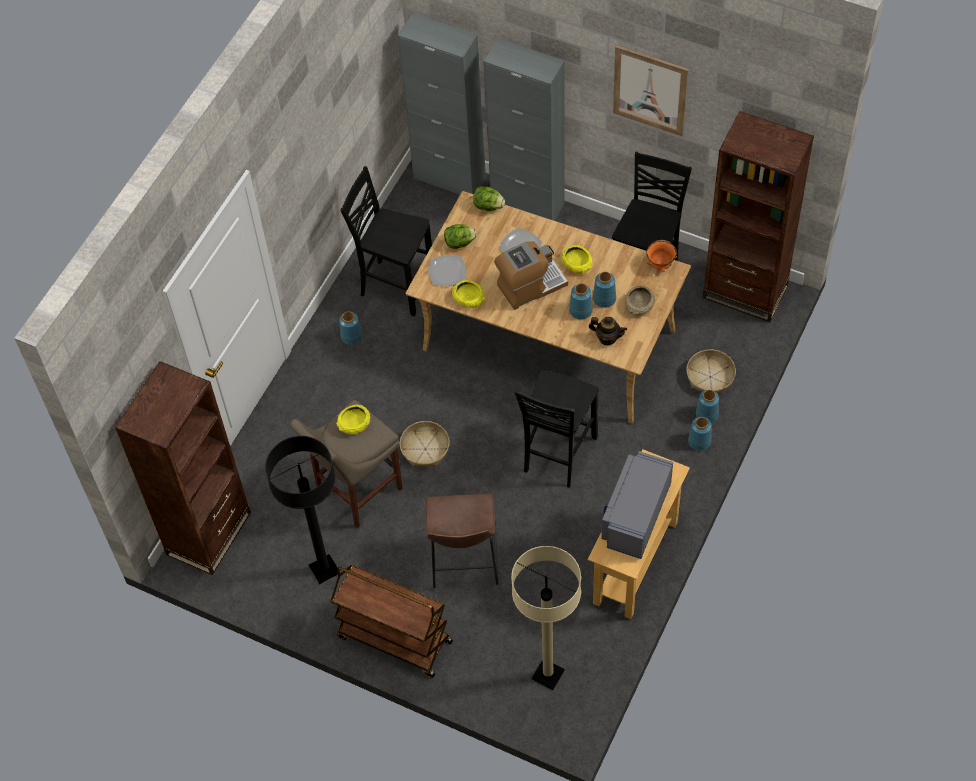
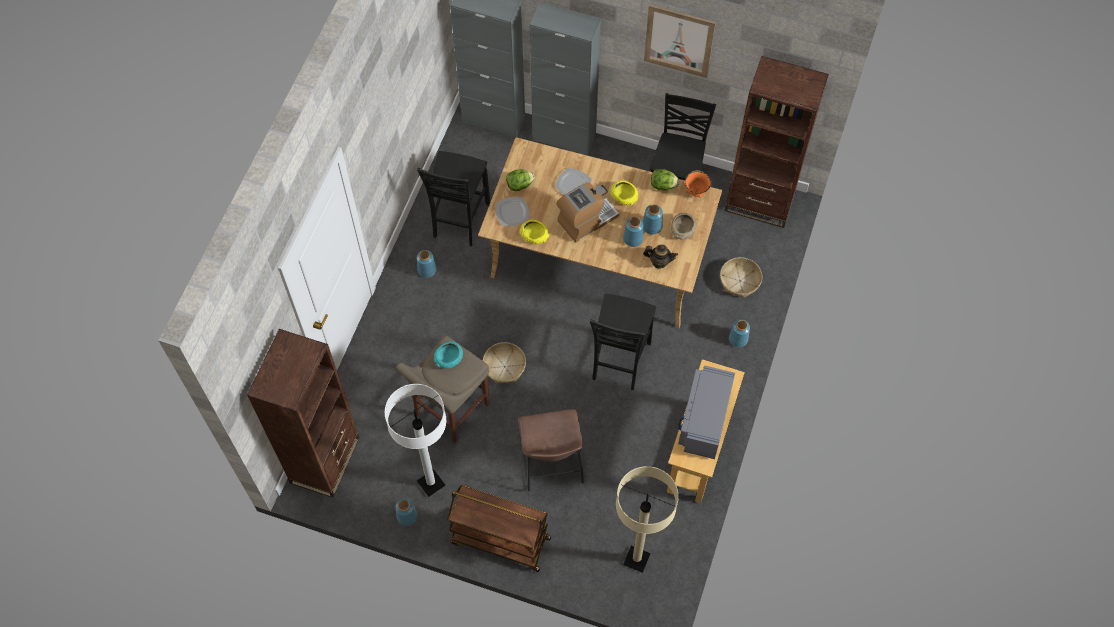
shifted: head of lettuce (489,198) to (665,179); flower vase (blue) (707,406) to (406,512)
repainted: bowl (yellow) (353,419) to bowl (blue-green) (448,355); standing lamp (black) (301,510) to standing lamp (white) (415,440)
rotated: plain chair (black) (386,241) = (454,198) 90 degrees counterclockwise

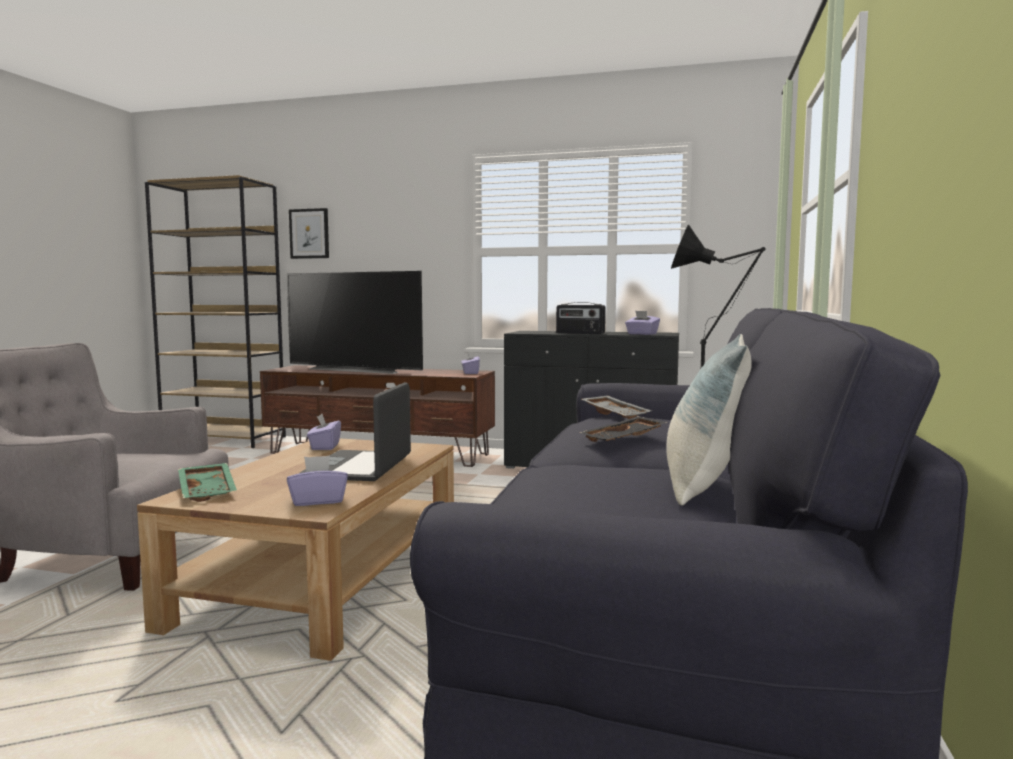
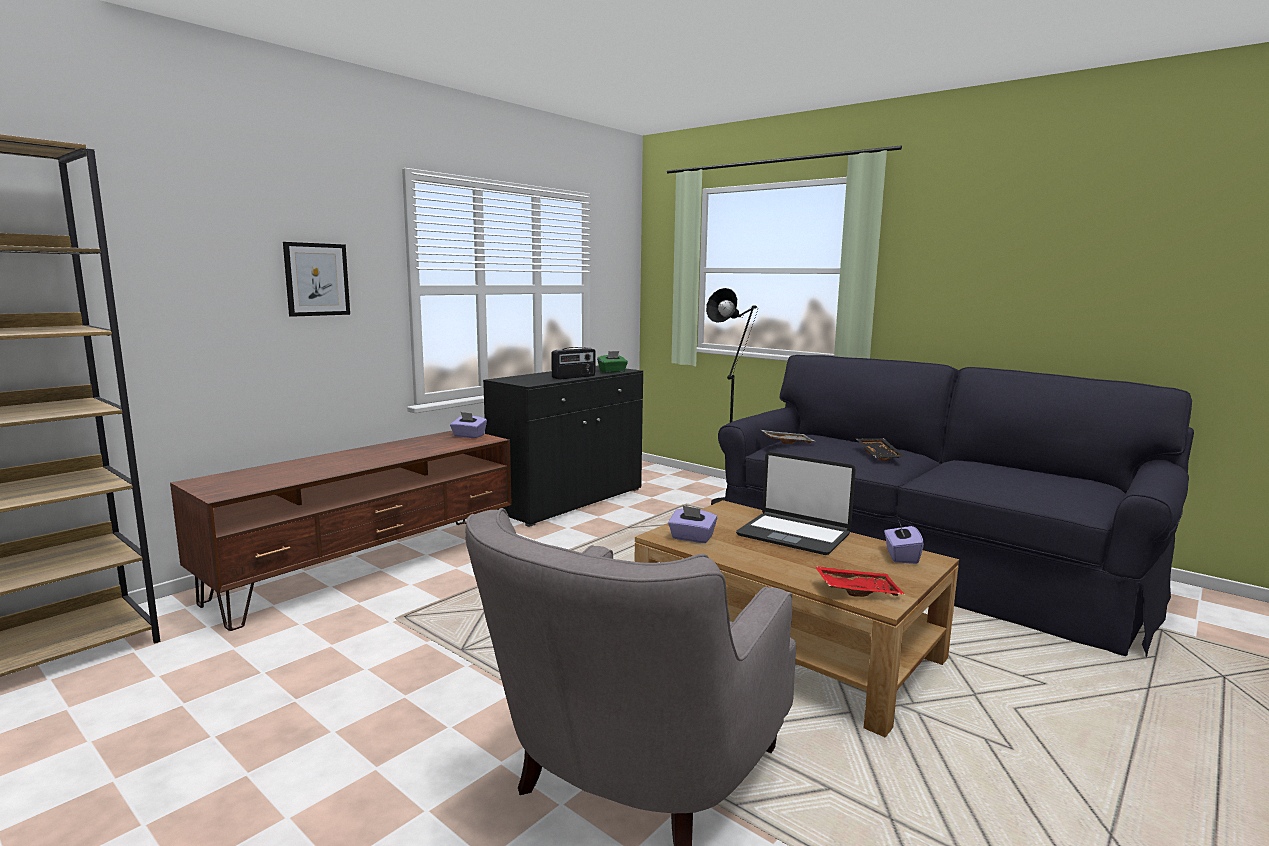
gone: TV set (355,322); pillow (709,420)
shifted: picture (309,233) to (316,279)
repainted: tissue box (purple) (642,323) to tissue box (green-coloured) (612,362); tray (green-coloured) (207,482) to tray (red) (860,581)

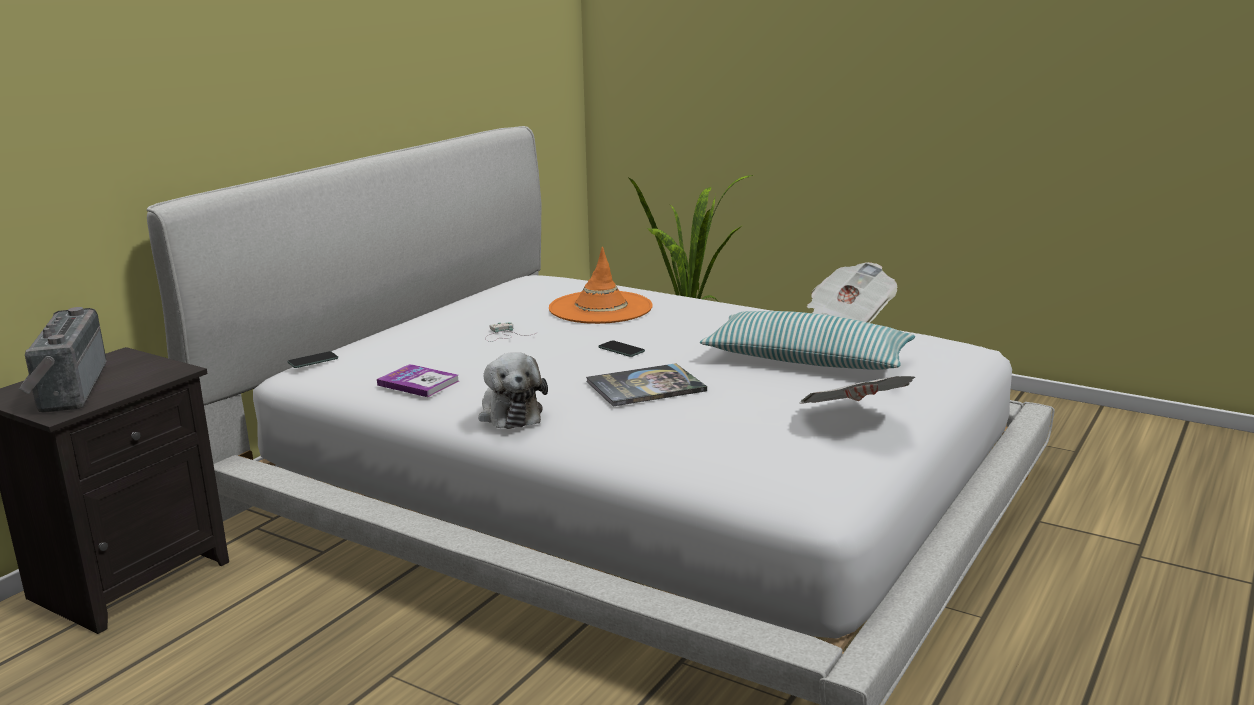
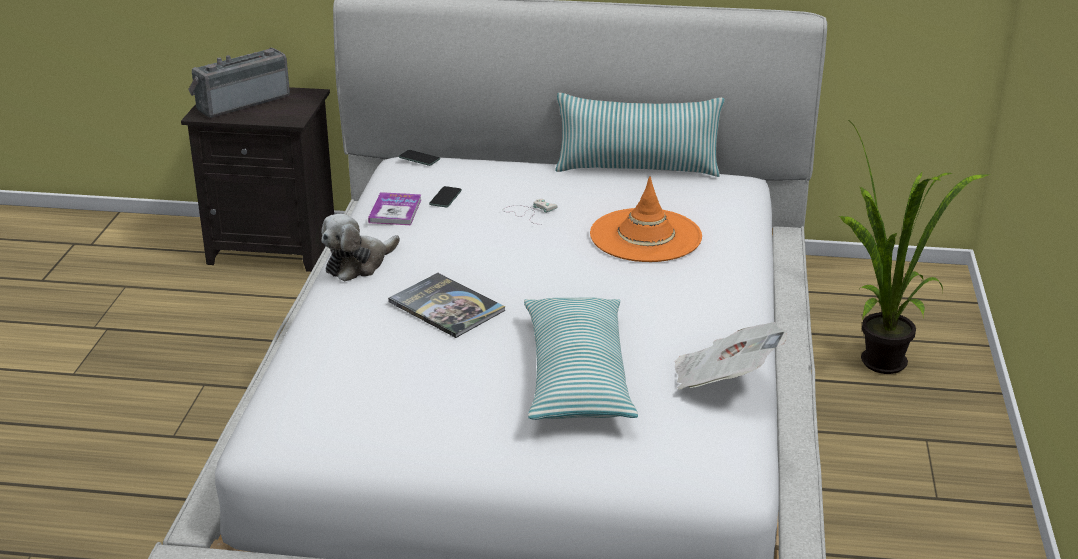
gone: daily paper (858,390)
new: pillow (640,135)
shifted: telephone (621,348) to (445,196)

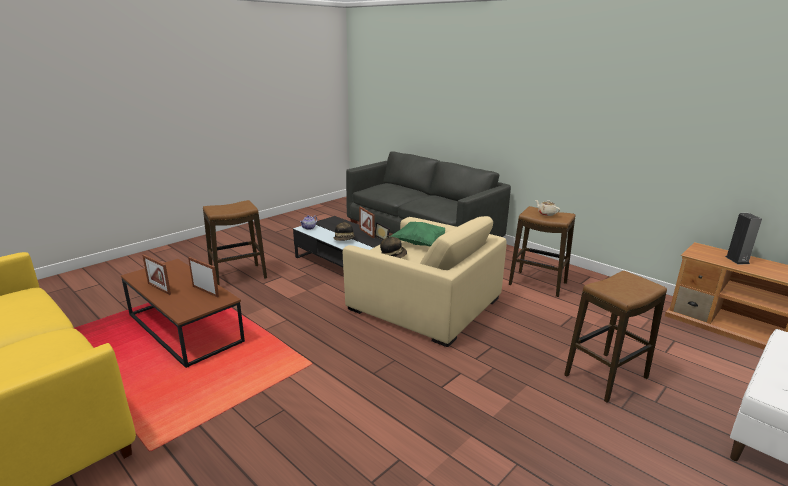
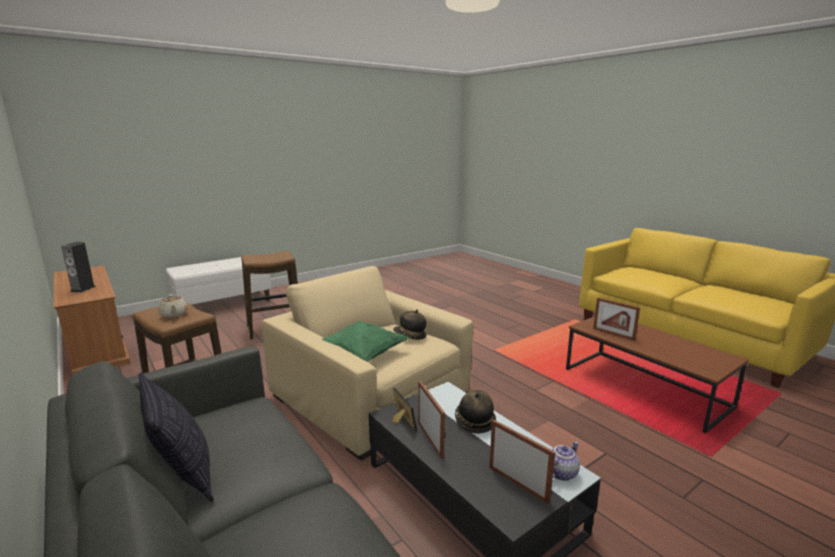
gone: stool seat (235,243)
new: pillow (176,437)
shifted: picture frame (156,274) to (522,462)

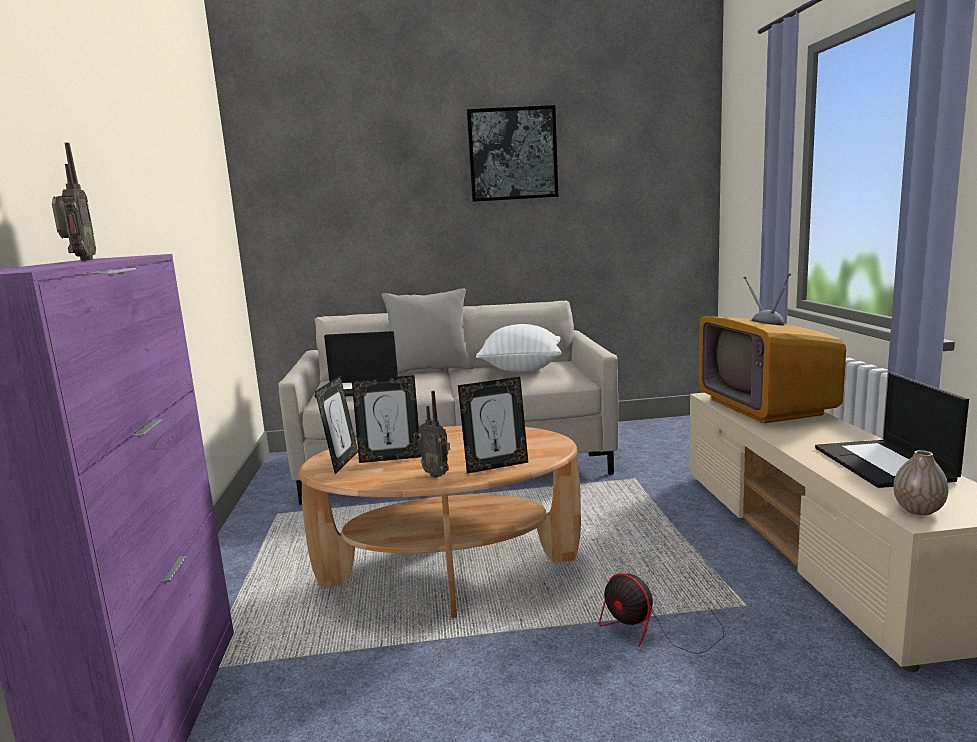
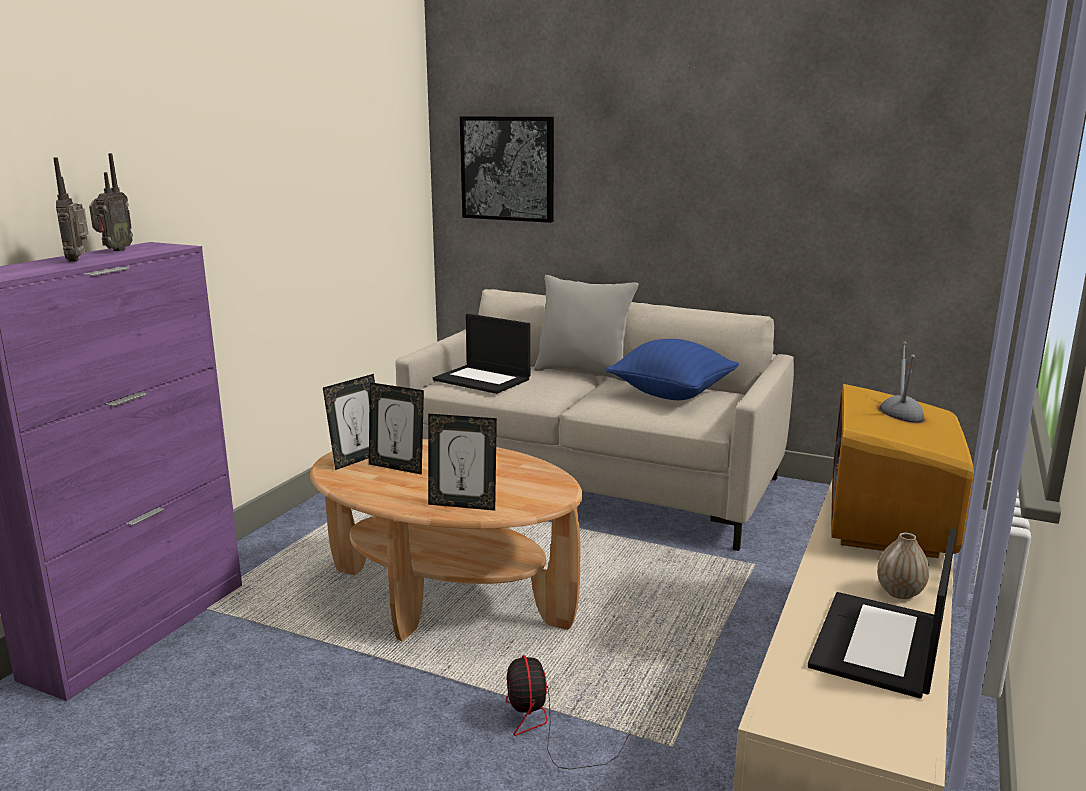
shifted: picture (512,153) to (507,169); radio receiver (433,434) to (70,209); flower vase (921,482) to (903,566)
repainted: pillow (white) (519,348) to pillow (blue) (672,369)

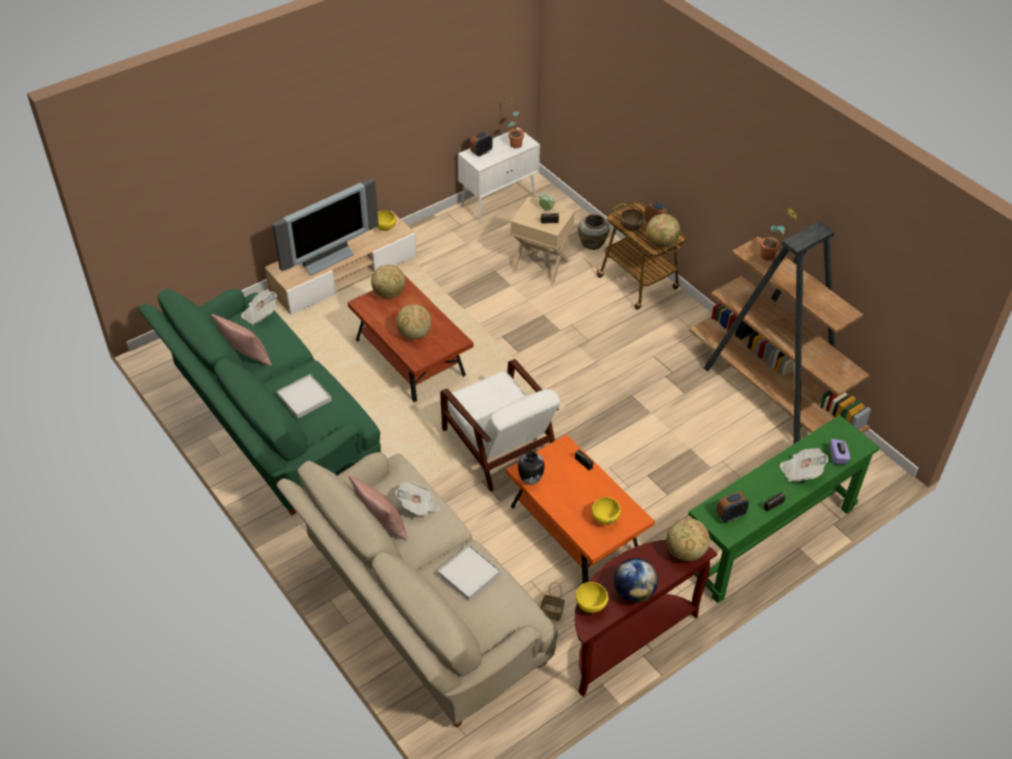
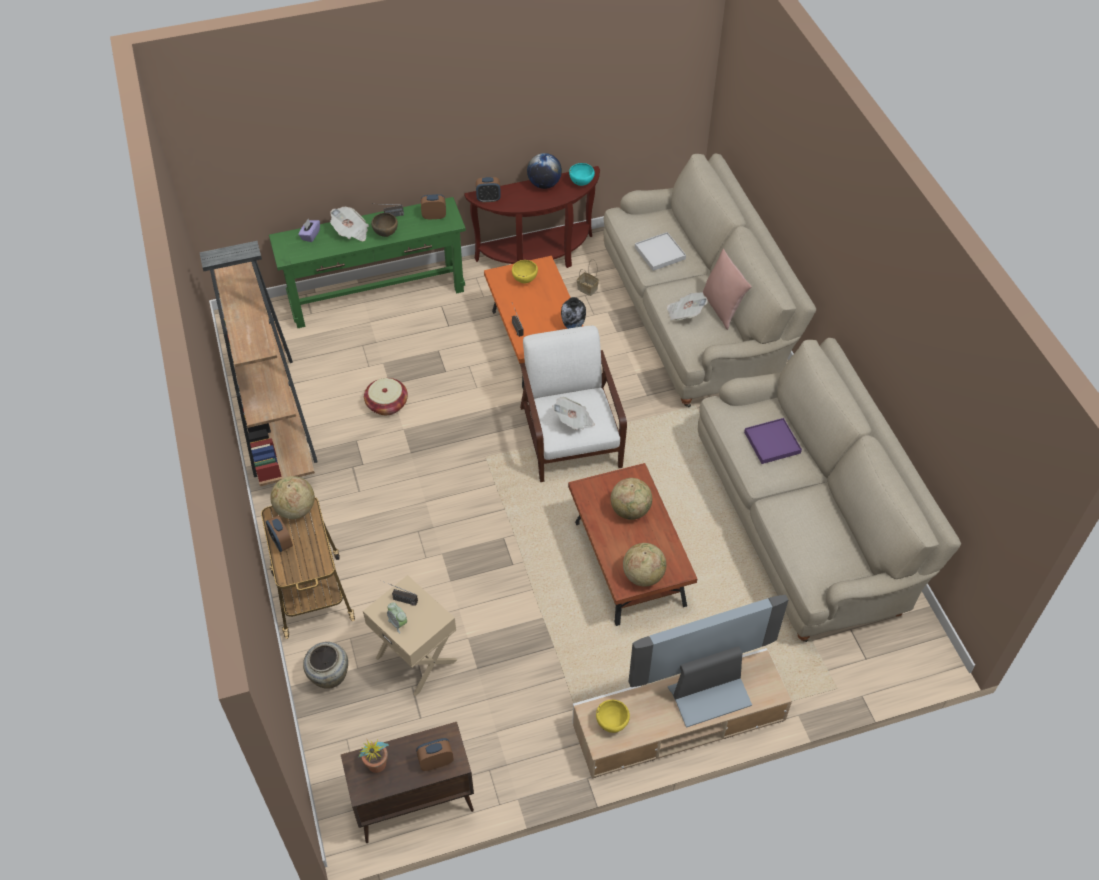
gone: plant in a pot (778,234); pillow (pink) (241,340)
new: household basket (386,396)
shifted: bowl (brown-coloured) (632,220) to (384,225); daily paper (259,307) to (573,413)
swapped: desk globe (688,539) to alarm clock (488,190)
repainted: cupboard (white) (499,174) to cupboard (brown-coloured) (407,782); sofa (green-coloured) (260,402) to sofa (beige) (829,490); tray (white) (304,396) to tray (purple) (773,441); bowl (yellow) (592,597) to bowl (blue-green) (582,174)

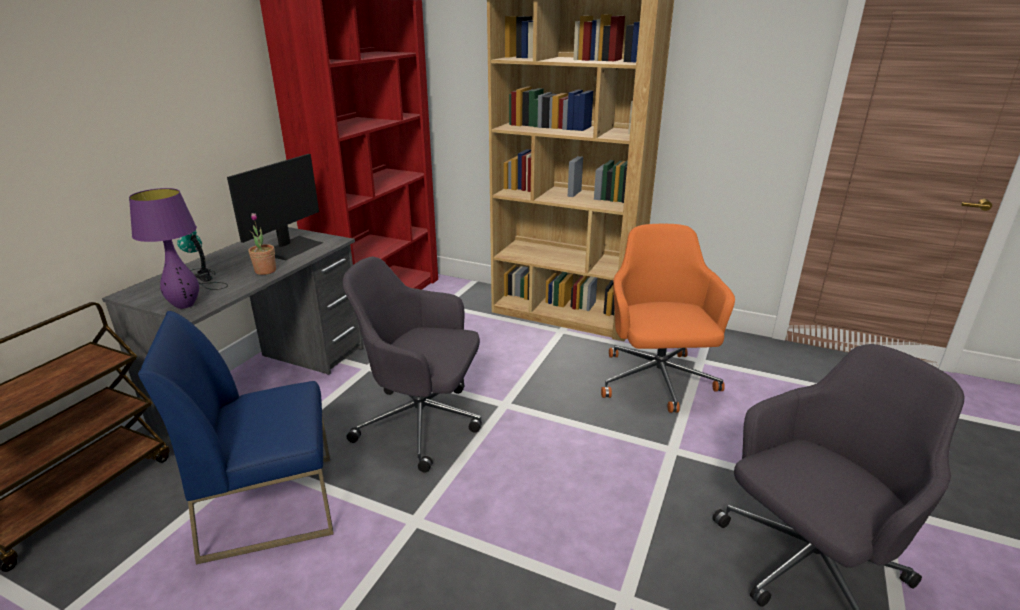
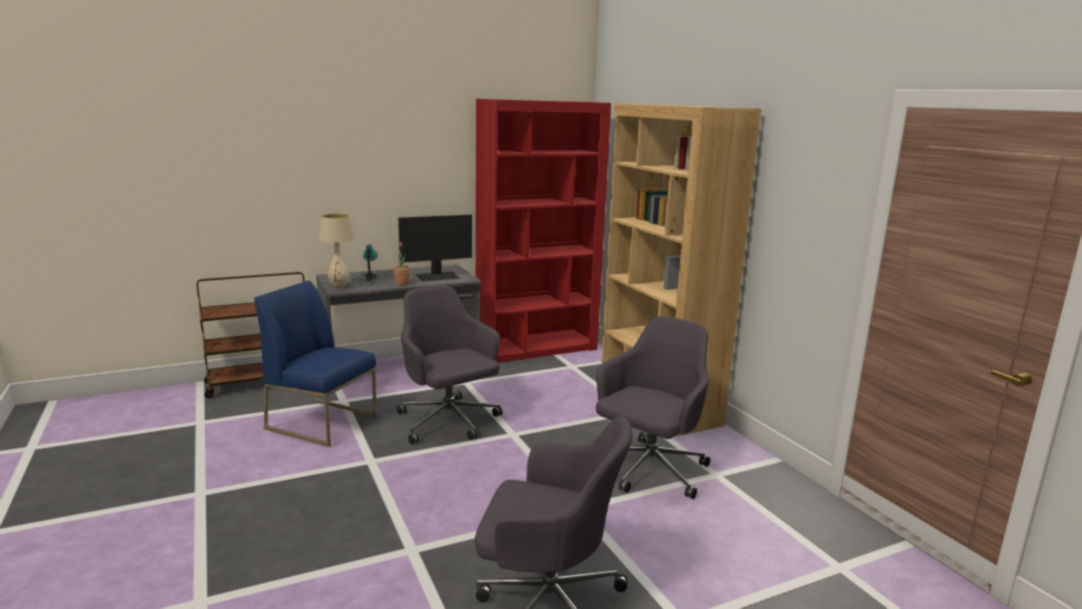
repainted: table lamp (purple) (164,248) to table lamp (beige) (336,251); office chair (orange) (668,318) to office chair (greyish) (653,408)

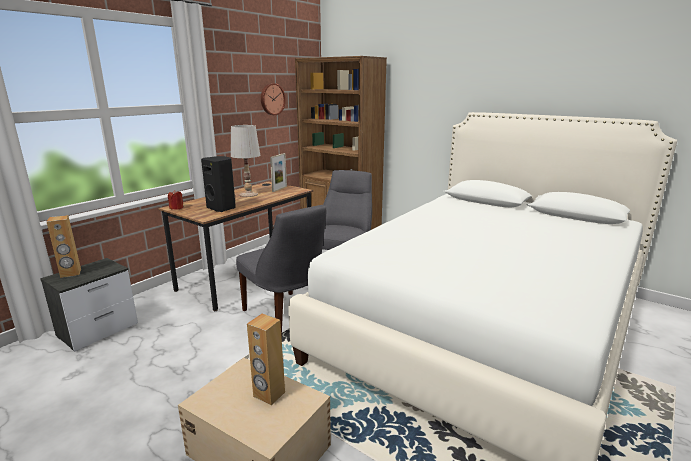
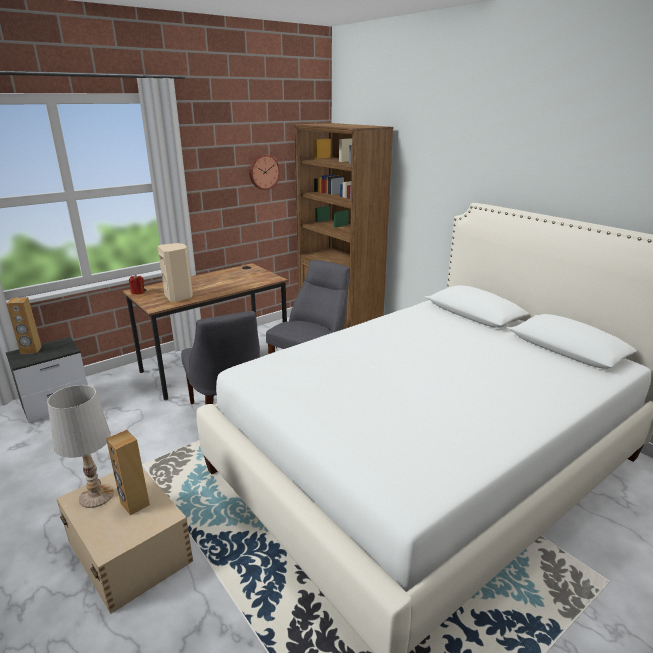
gone: picture frame (278,172)
shifted: table lamp (white) (245,161) to (80,446)
repainted: audio speaker (black) (218,184) to audio speaker (beige) (175,272)

